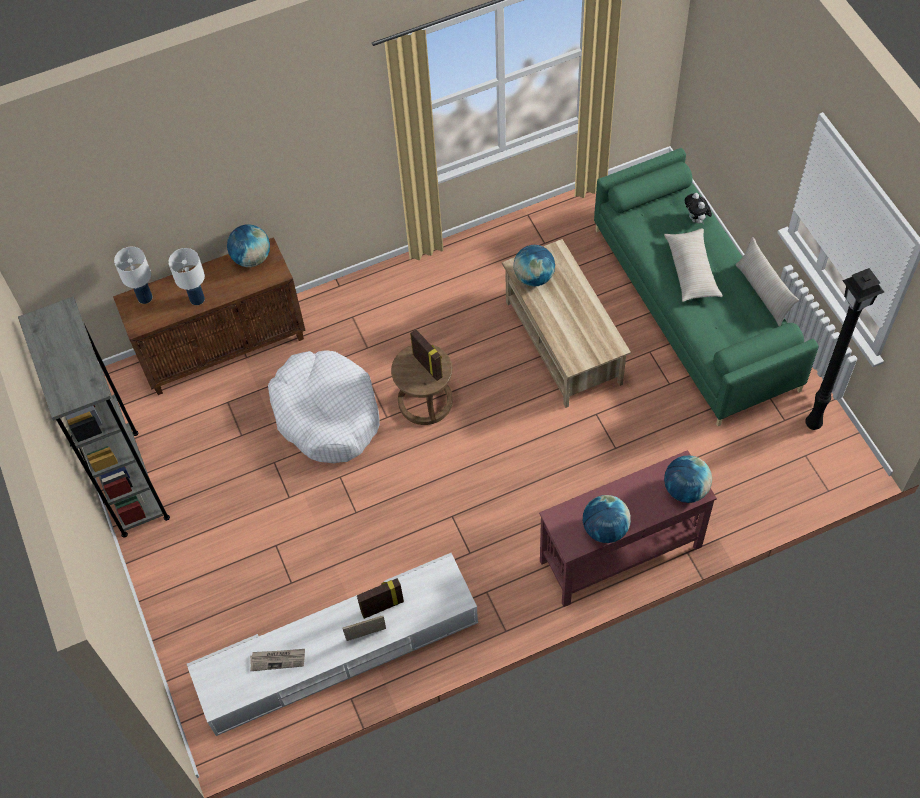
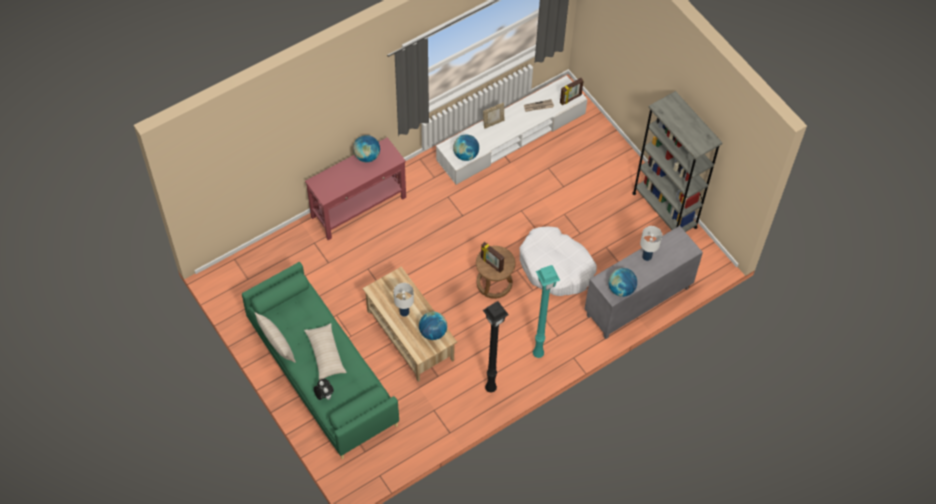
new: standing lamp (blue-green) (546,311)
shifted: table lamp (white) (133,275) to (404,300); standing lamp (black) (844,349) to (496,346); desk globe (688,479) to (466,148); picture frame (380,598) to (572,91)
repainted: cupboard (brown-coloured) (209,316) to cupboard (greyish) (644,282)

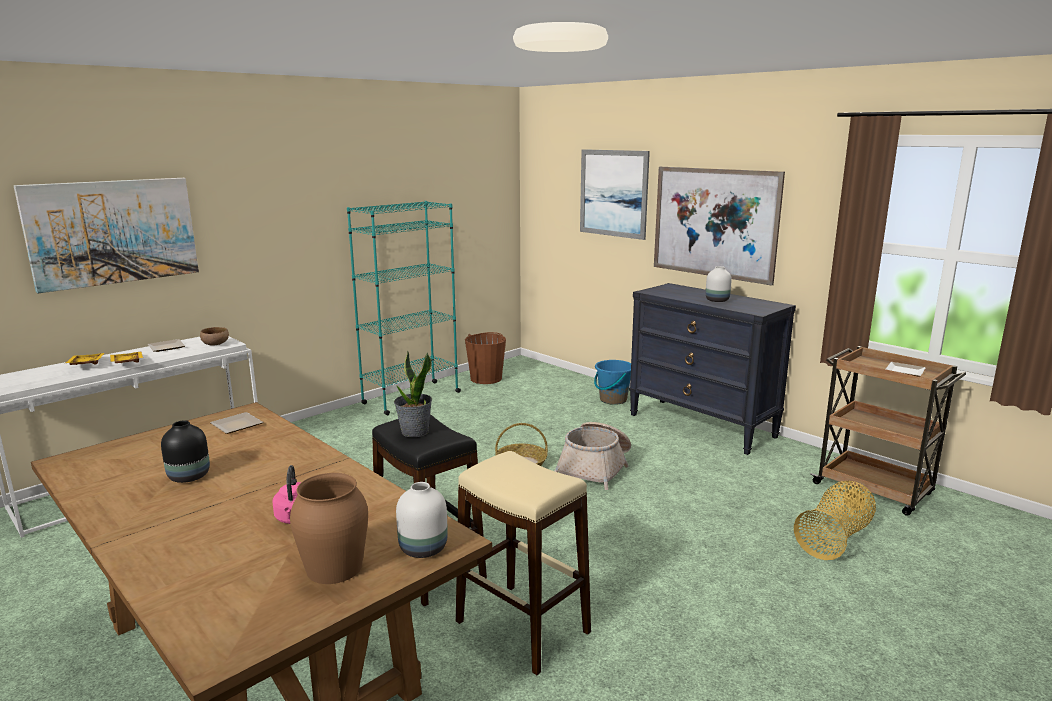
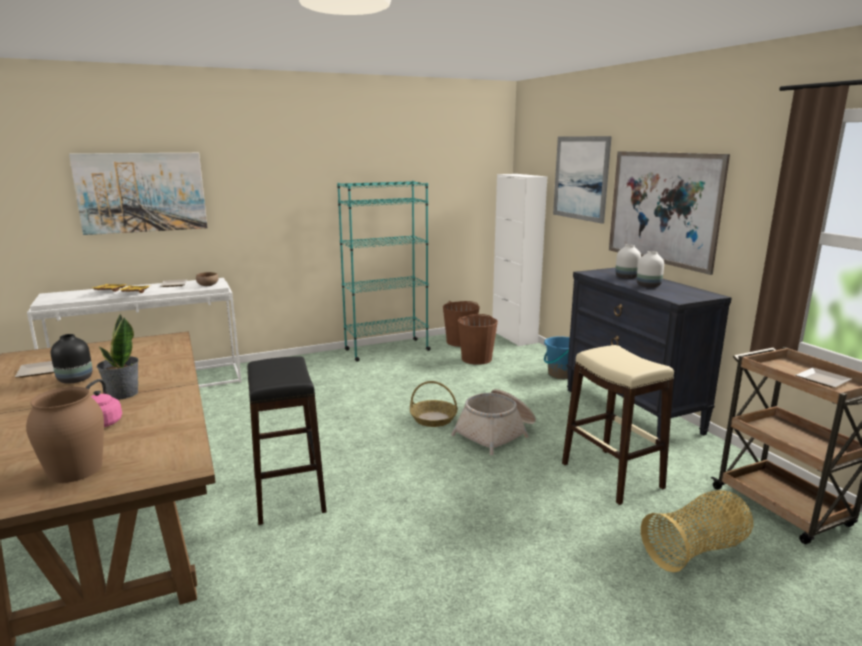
new: cupboard (white) (519,260); water bucket (brown-coloured) (478,339)
shifted: plant in a pot (413,393) to (117,356); dinner plate (236,423) to (34,369); stool seat (beige) (523,563) to (618,425); flower vase (white) (422,520) to (628,261)

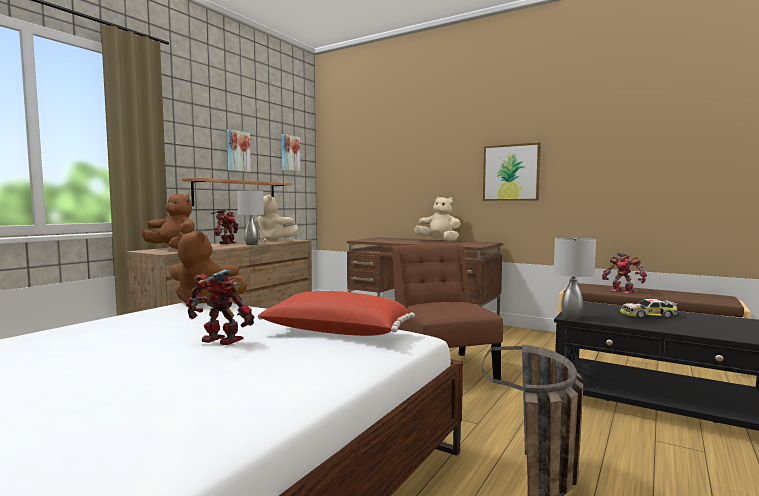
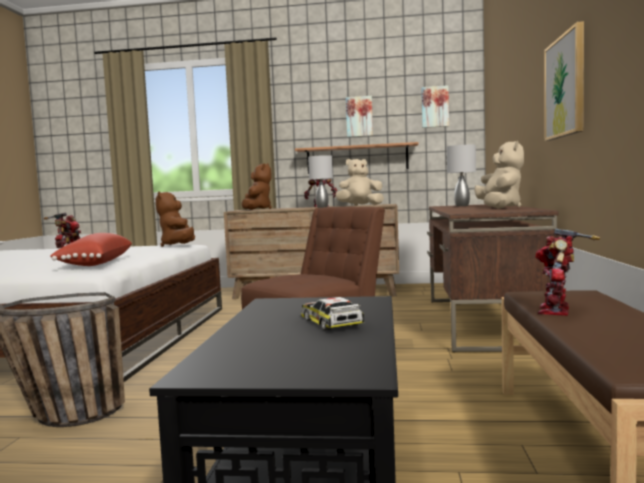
shifted: table lamp (greyish) (575,279) to (461,175)
rotated: cuddly toy (beige) (276,218) = (359,182) 75 degrees clockwise

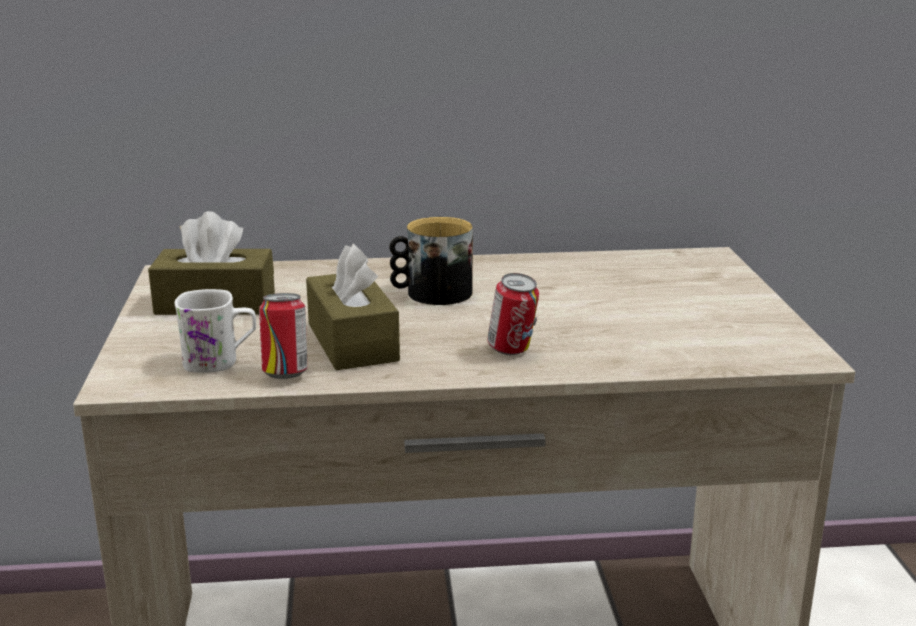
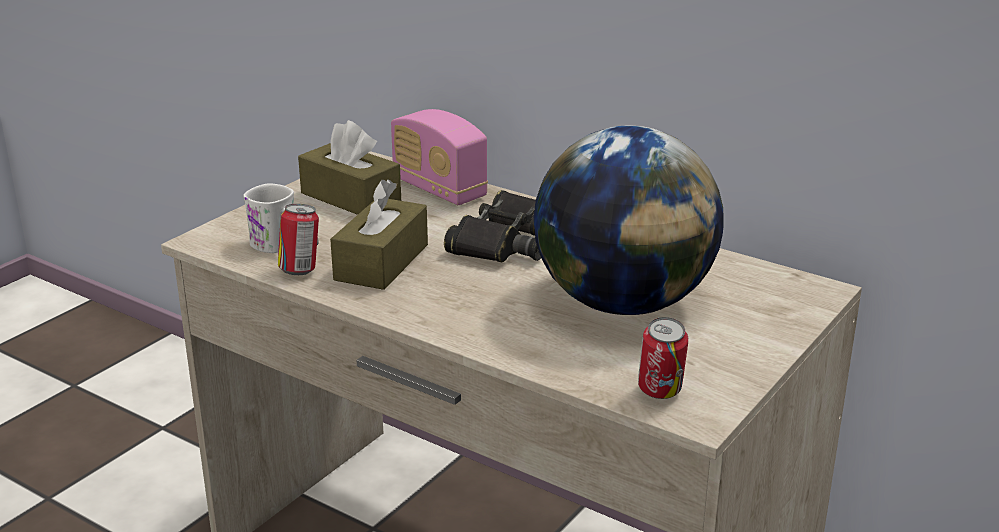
new: radio receiver (439,157); desk globe (629,220)
shifted: can (513,314) to (663,358)
swapped: coffee mug (431,261) to binoculars (black) (492,226)

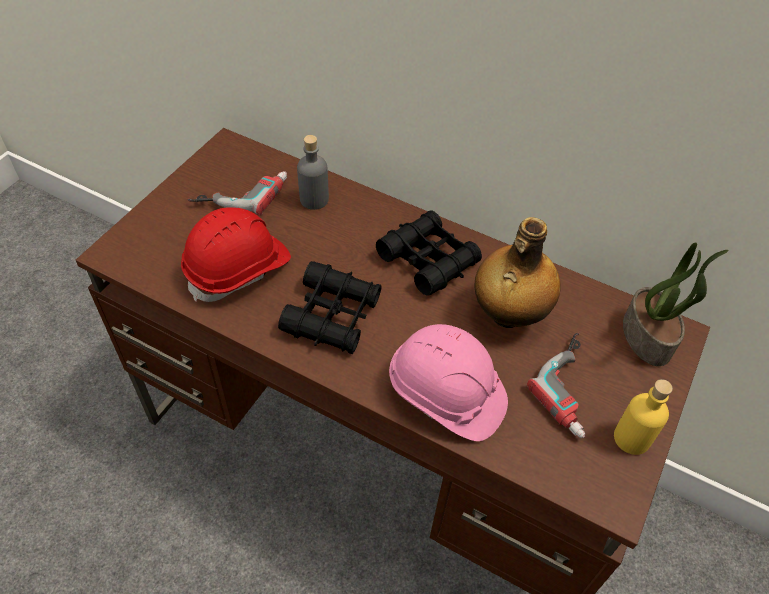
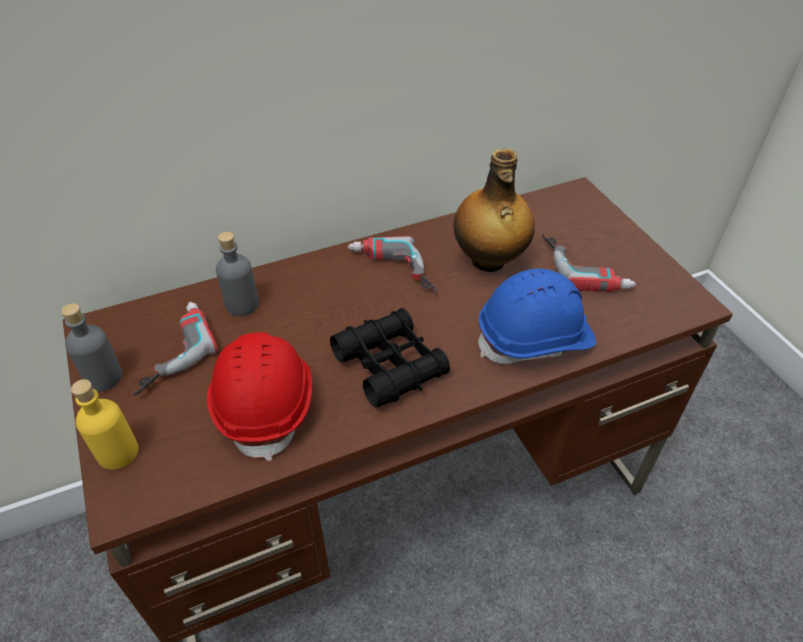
gone: plant in a pot (676,304)
new: bottle (greyish) (91,347)
shifted: bottle (yellow) (643,417) to (104,424)
swapped: binoculars (black) (429,253) to drill (392,265)
repainted: work helmet (pink) (448,382) to work helmet (blue) (537,316)

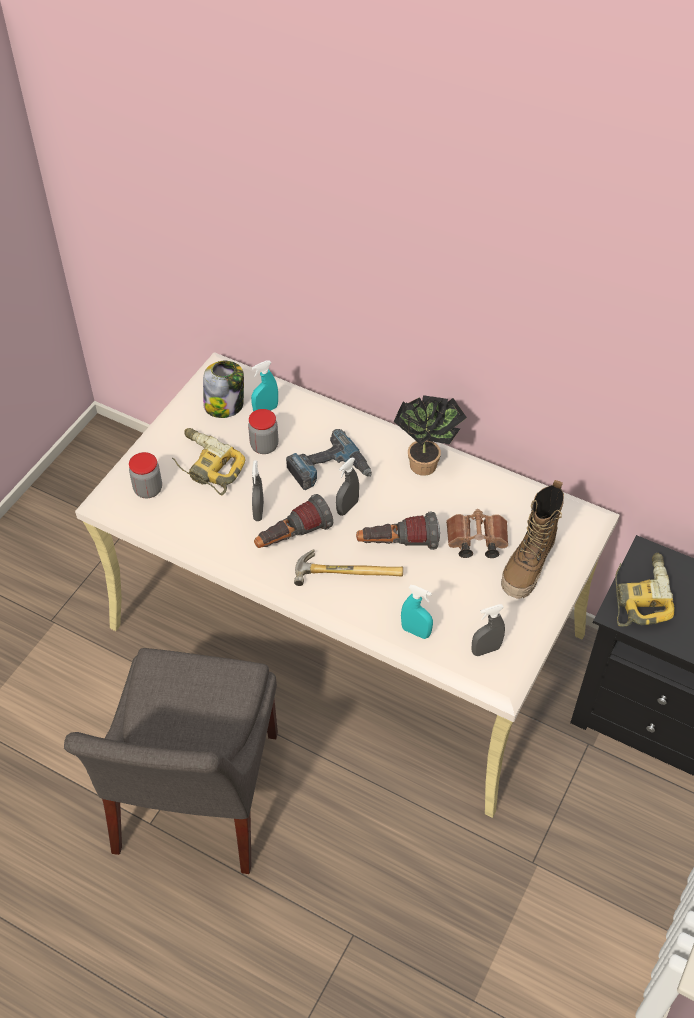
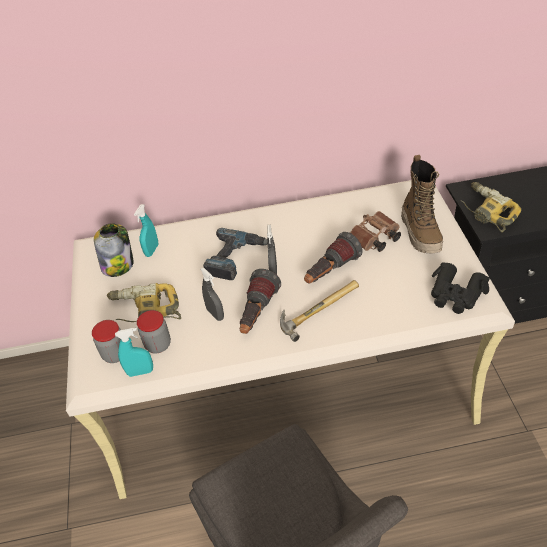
gone: plant in a pot (430,435)
shifted: storage jar (263,431) to (154,332); sprayer (blue-green) (417,612) to (134,352)
swapped: sprayer (greyish) (488,630) to binoculars (black) (460,288)

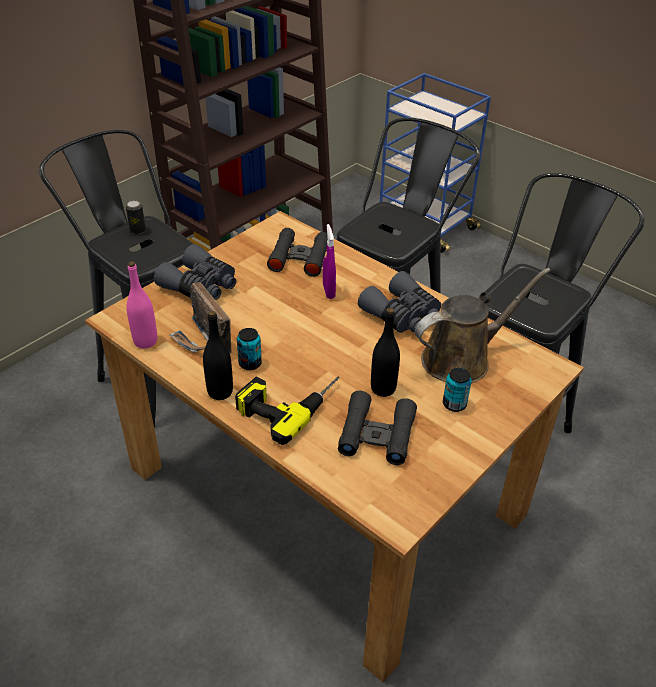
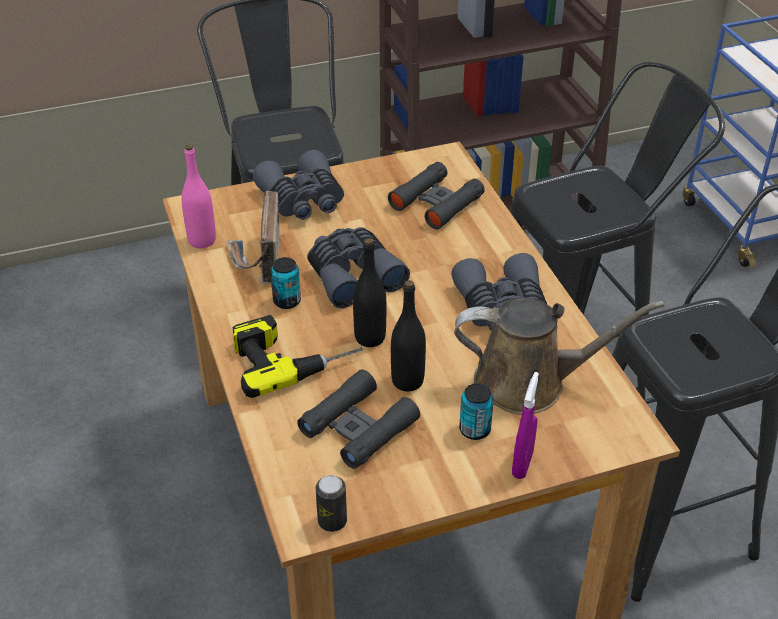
new: binoculars (greyish) (358,267)
shifted: can (136,217) to (331,503); sprayer (purple) (329,261) to (525,425); bottle (black) (218,355) to (369,292)

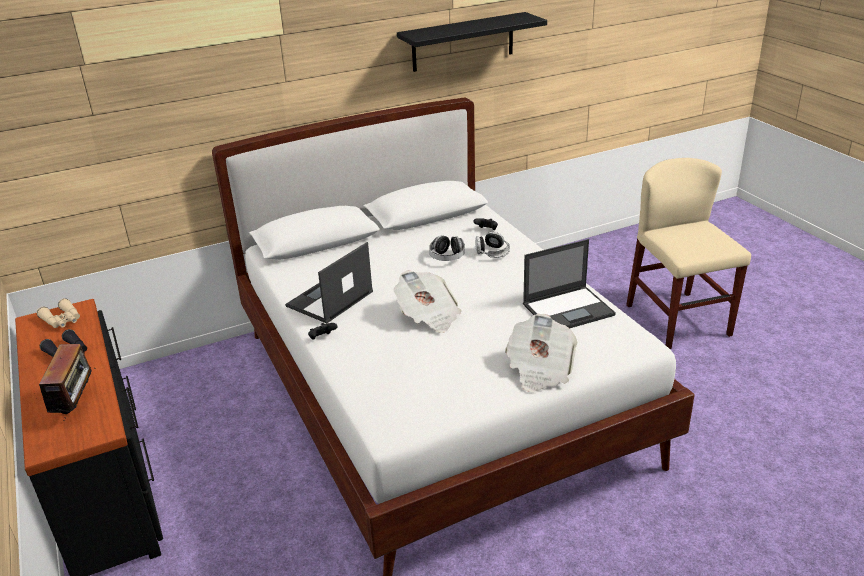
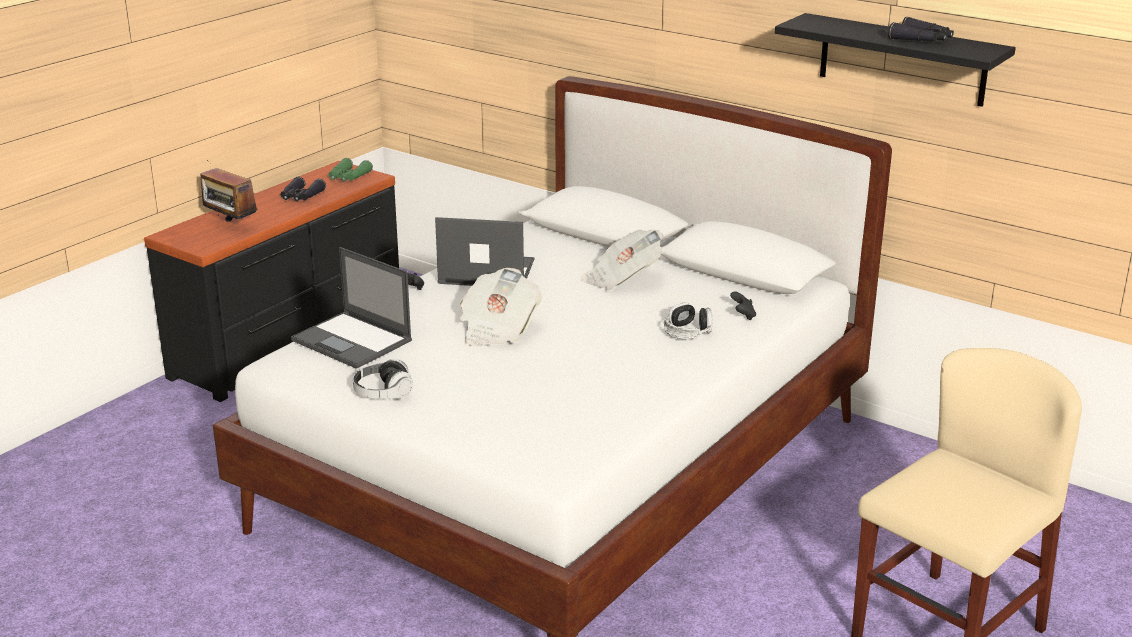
new: binoculars (black) (921,29)
shifted: headset (447,248) to (383,379); laptop (569,283) to (351,308); daily paper (541,353) to (622,260)
repainted: binoculars (beige) (58,313) to binoculars (green-coloured) (350,169)
rotated: radio receiver (65,381) = (229,191) 75 degrees clockwise

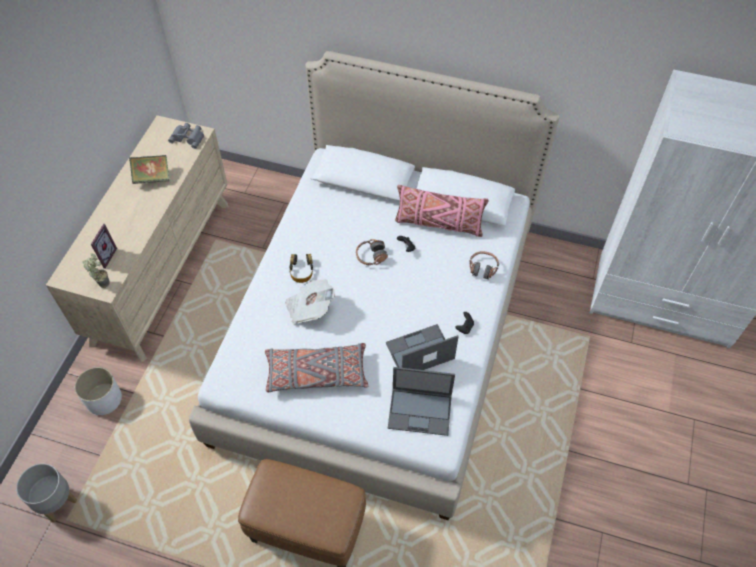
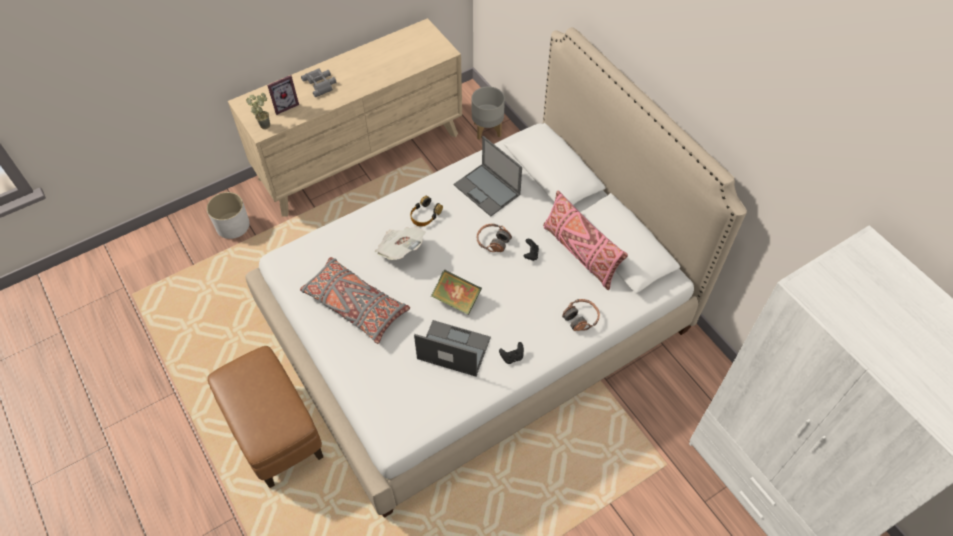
shifted: binoculars (greyish) (186,136) to (319,82); book (149,169) to (456,292); laptop (421,401) to (488,176); plant pot (greyish) (46,492) to (488,113)

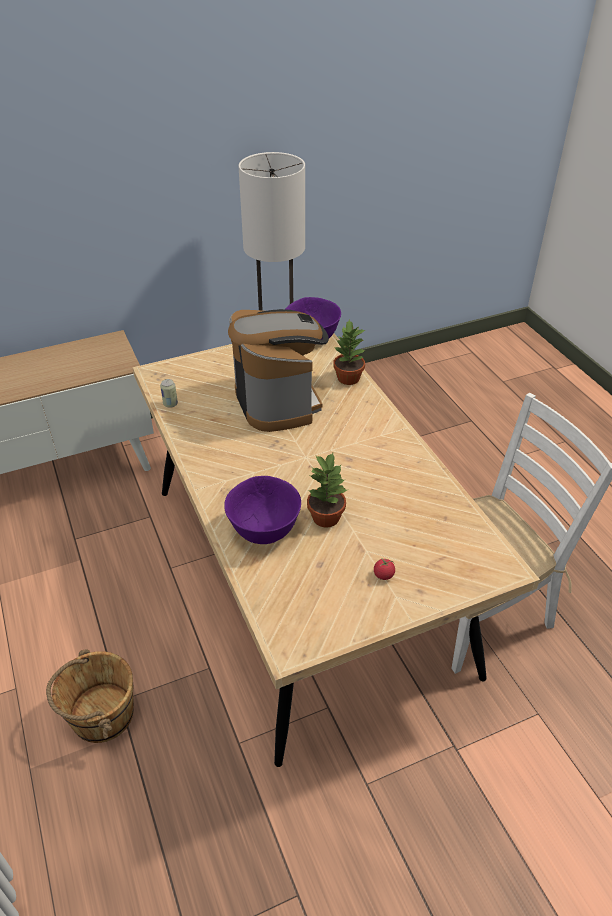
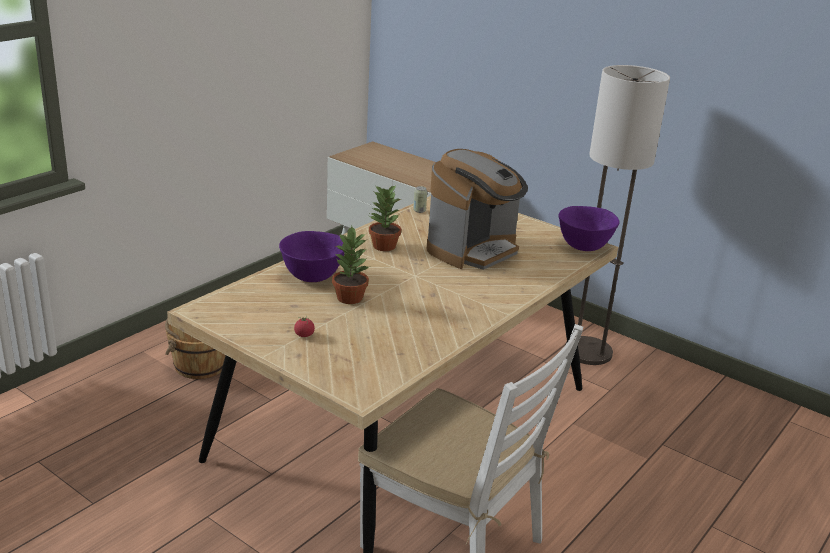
shifted: plant in a pot (349,352) to (385,217)

